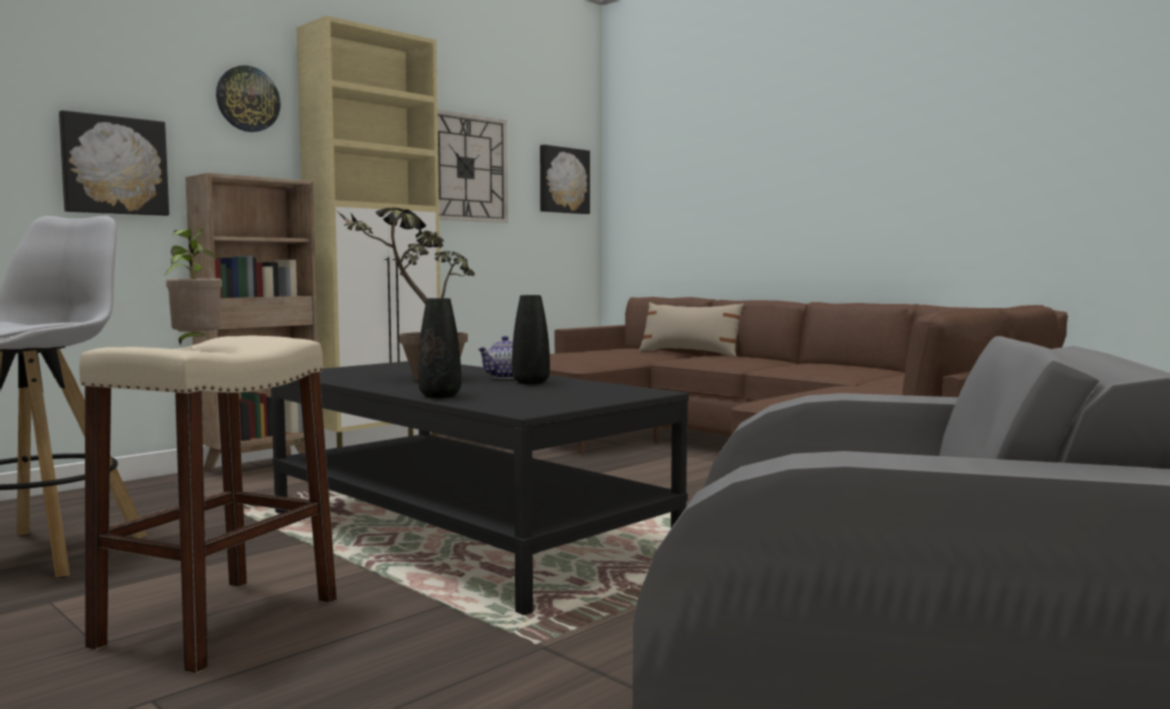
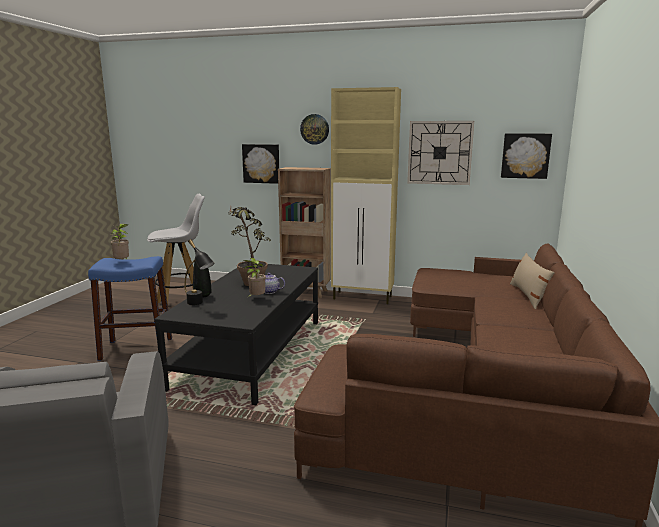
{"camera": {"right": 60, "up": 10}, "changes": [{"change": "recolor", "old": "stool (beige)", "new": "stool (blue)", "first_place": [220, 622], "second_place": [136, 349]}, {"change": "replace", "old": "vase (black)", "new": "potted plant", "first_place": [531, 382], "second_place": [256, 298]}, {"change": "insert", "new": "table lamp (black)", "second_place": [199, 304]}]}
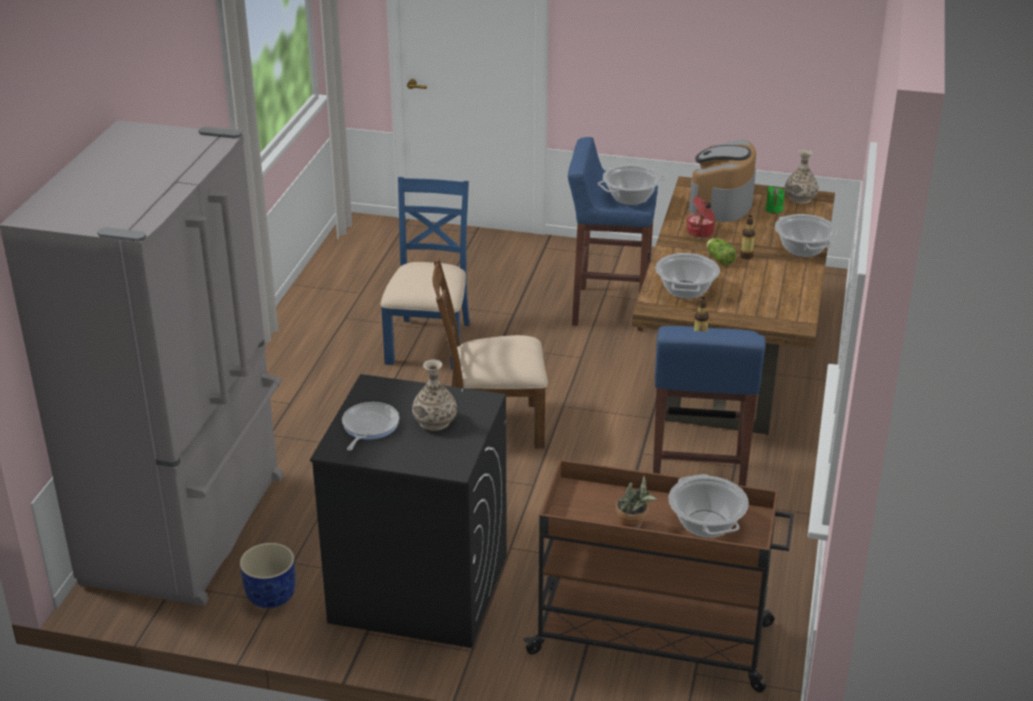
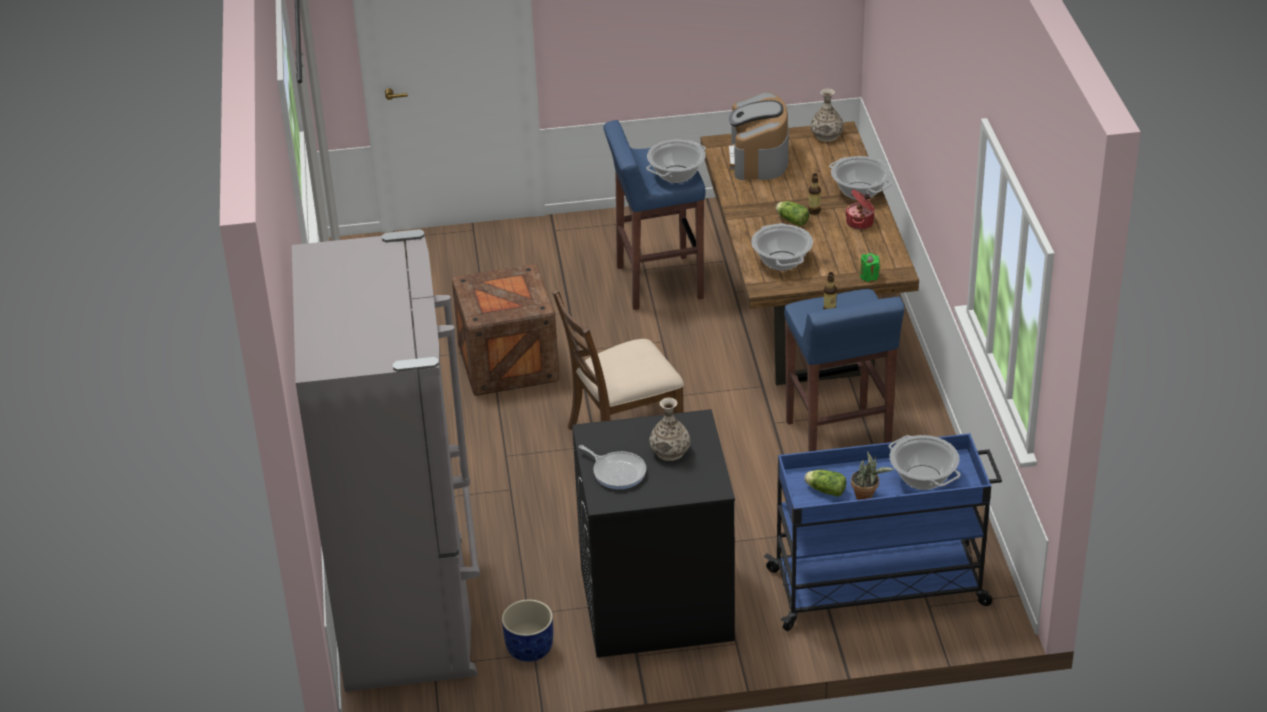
{"camera": {"right": -20, "up": 5}, "changes": [{"change": "rotate", "old": "frying pan", "first_place": [368, 427], "second_place": [617, 472], "degrees": 135}, {"change": "replace", "old": "chair (blue)", "new": "crate", "first_place": [430, 342], "second_place": [508, 364]}, {"change": "recolor", "old": "cart (brown)", "new": "cart (blue)", "first_place": [654, 639], "second_place": [880, 587]}, {"change": "move", "old": "cooking pot", "first_place": [700, 232], "second_place": [860, 222]}, {"change": "move", "old": "candle (green)", "first_place": [774, 210], "second_place": [869, 276]}, {"change": "insert", "new": "lettuce", "second_place": [824, 490]}]}
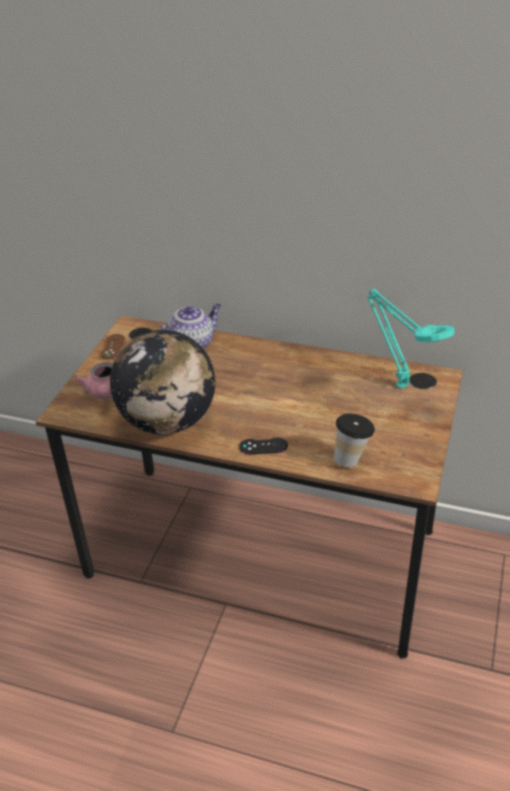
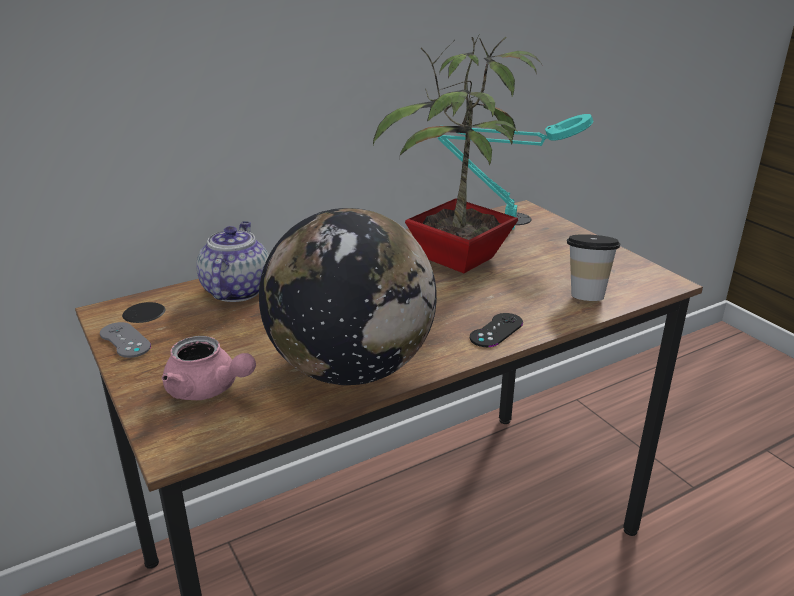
{"camera": {"right": -50, "up": -10}, "changes": [{"change": "recolor", "old": "game controller (brown)", "new": "game controller (grey)", "first_place": [112, 346], "second_place": [125, 340]}, {"change": "insert", "new": "potted plant", "second_place": [456, 261]}]}
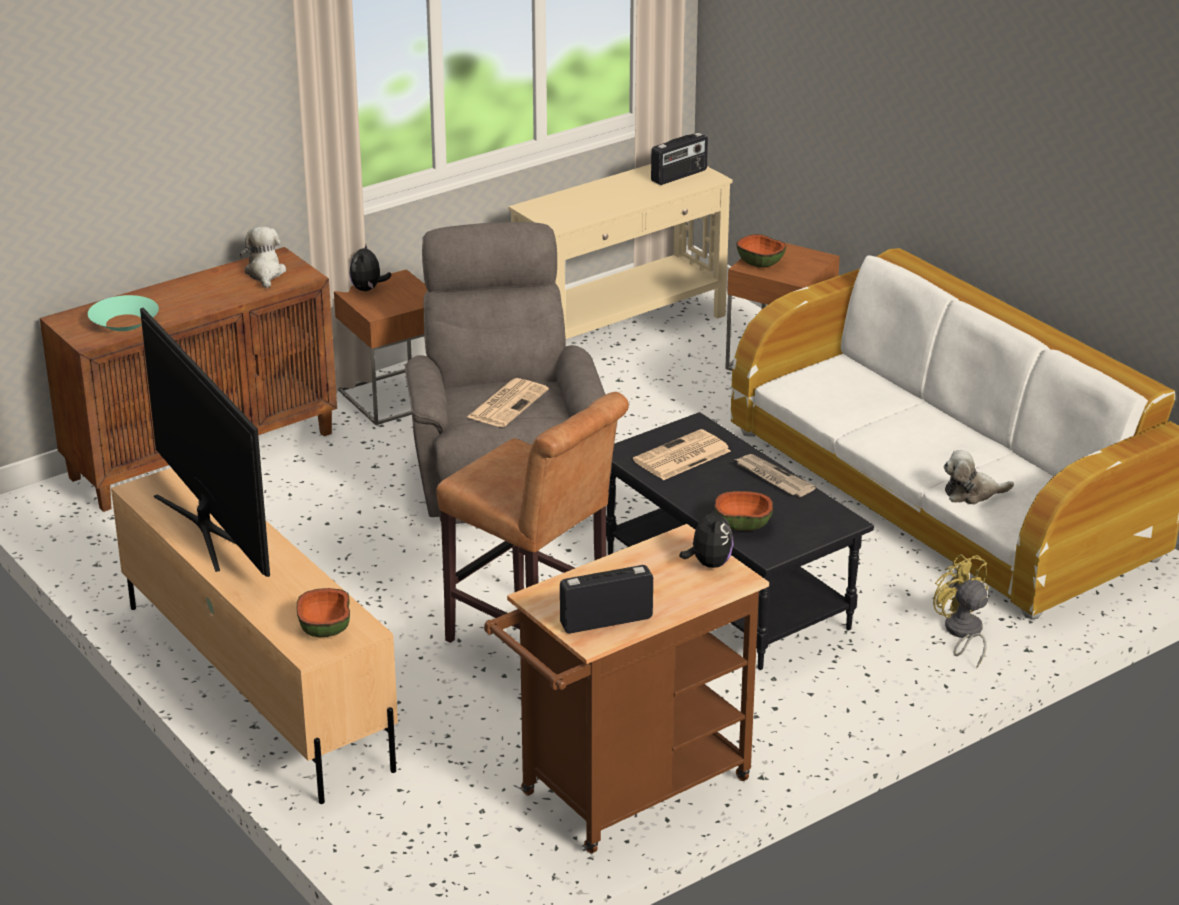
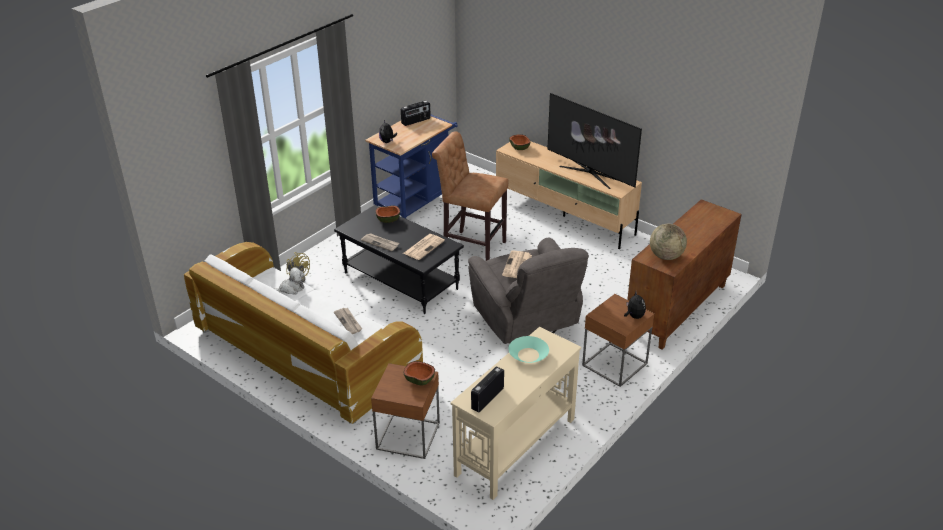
{"camera": {"right": 165, "up": 5}, "changes": [{"change": "move", "old": "bowl (turquoise)", "first_place": [124, 322], "second_place": [528, 354]}, {"change": "replace", "old": "plush toy", "new": "globe", "first_place": [265, 273], "second_place": [666, 256]}, {"change": "recolor", "old": "cart (brown)", "new": "cart (blue)", "first_place": [624, 794], "second_place": [416, 203]}, {"change": "insert", "new": "newspaper", "second_place": [348, 322]}]}
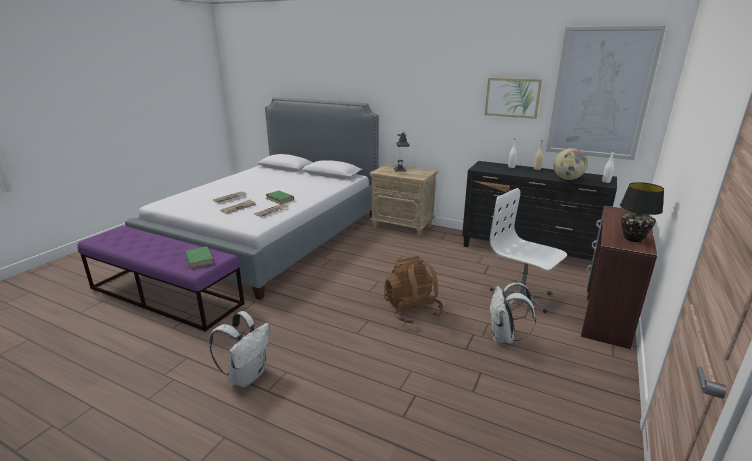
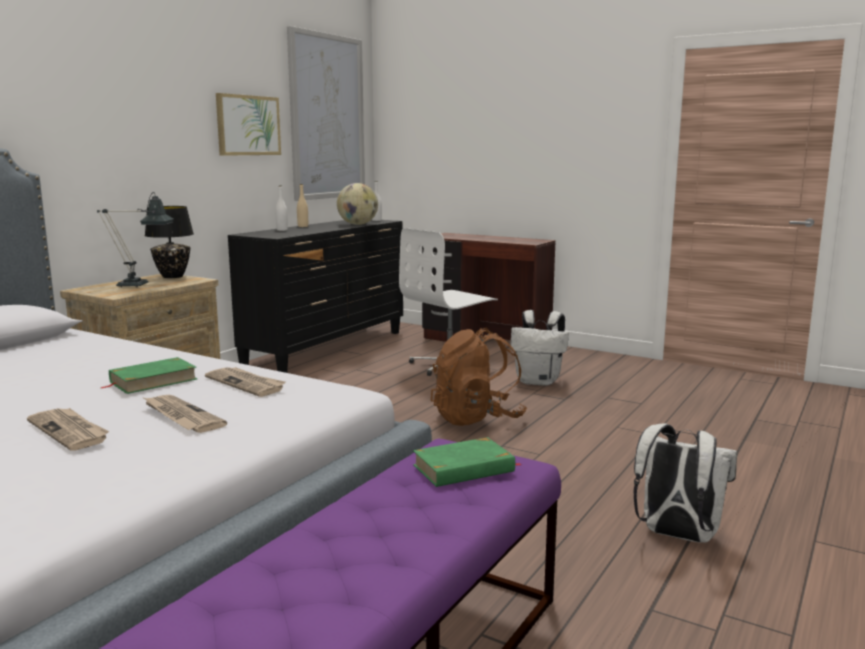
{"camera": {"right": -85, "up": -10}, "changes": [{"change": "move", "old": "table lamp (black)", "first_place": [633, 239], "second_place": [173, 276]}]}
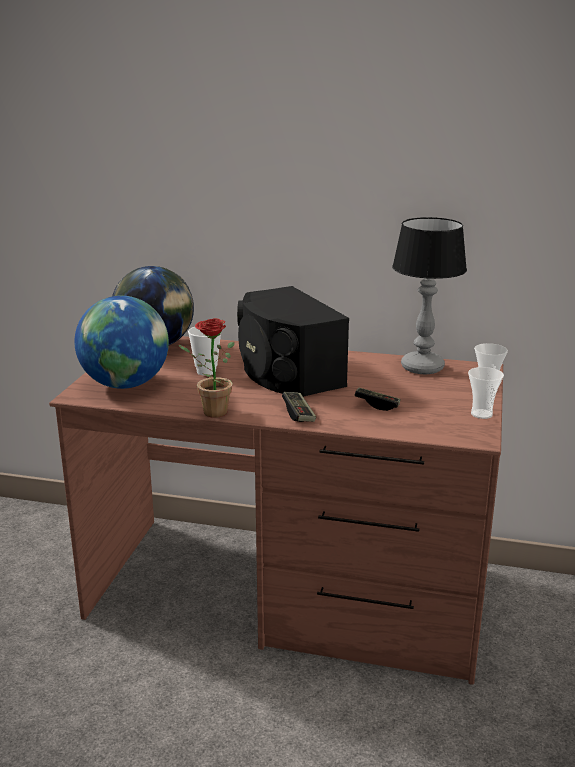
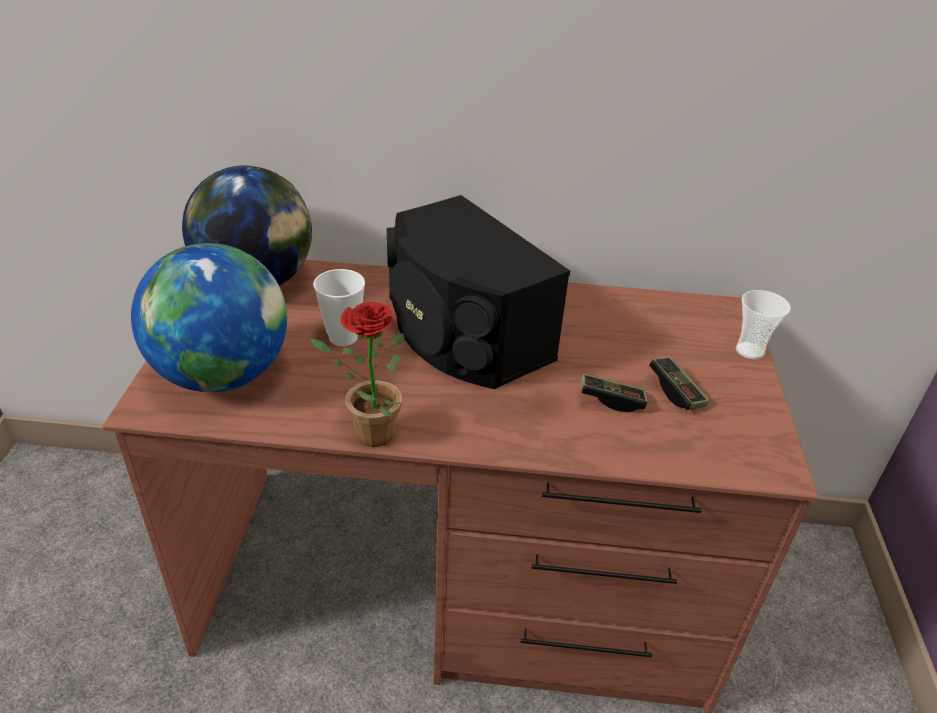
{"camera": {"right": -10, "up": 15}, "changes": [{"change": "move", "old": "game controller", "first_place": [298, 414], "second_place": [676, 391]}, {"change": "delete", "old": "table lamp", "first_place": [421, 367]}, {"change": "delete", "old": "cup", "first_place": [481, 414]}]}
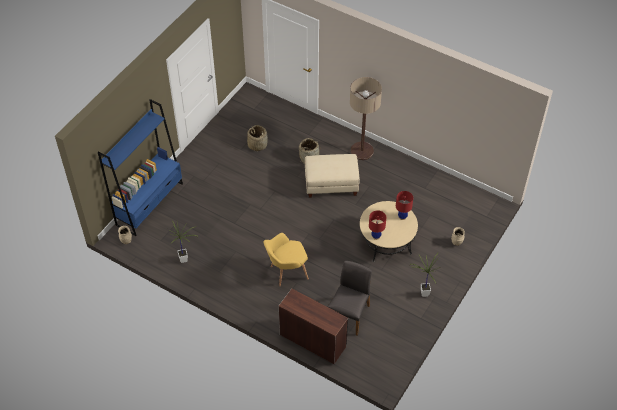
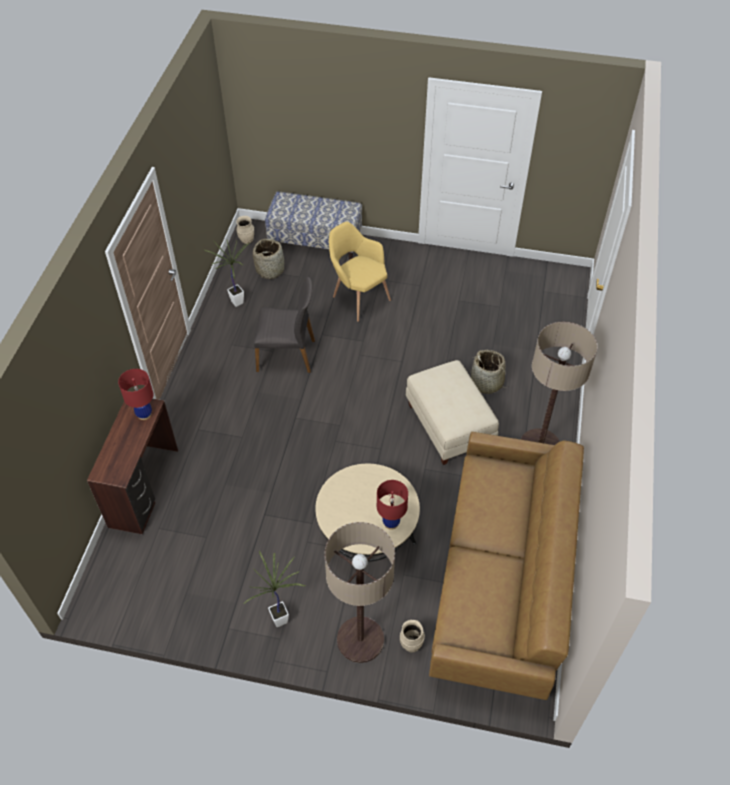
{"camera": {"right": 70, "up": 0}, "changes": [{"change": "replace", "old": "bookcase (blue)", "new": "bench", "first_place": [150, 204], "second_place": [315, 242]}, {"change": "move", "old": "basket", "first_place": [257, 144], "second_place": [270, 269]}, {"change": "move", "old": "armchair (yellow)", "first_place": [286, 272], "second_place": [358, 297]}, {"change": "move", "old": "chair (grey)", "first_place": [349, 314], "second_place": [287, 354]}, {"change": "move", "old": "table lamp (red)", "first_place": [376, 236], "second_place": [144, 414]}, {"change": "insert", "new": "floor lamp", "second_place": [360, 639]}, {"change": "insert", "new": "sofa (brown)", "second_place": [502, 579]}]}
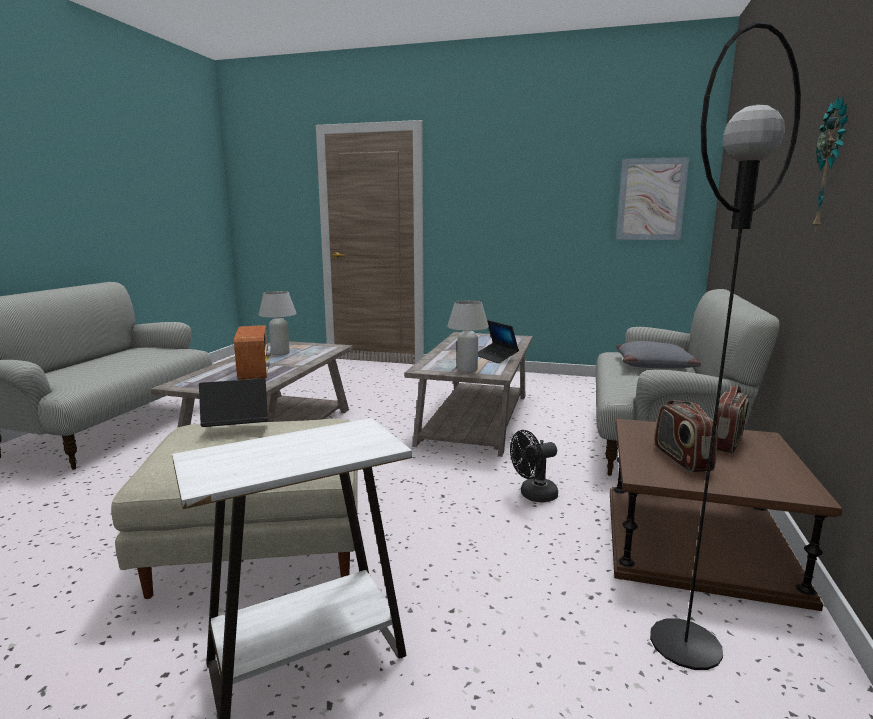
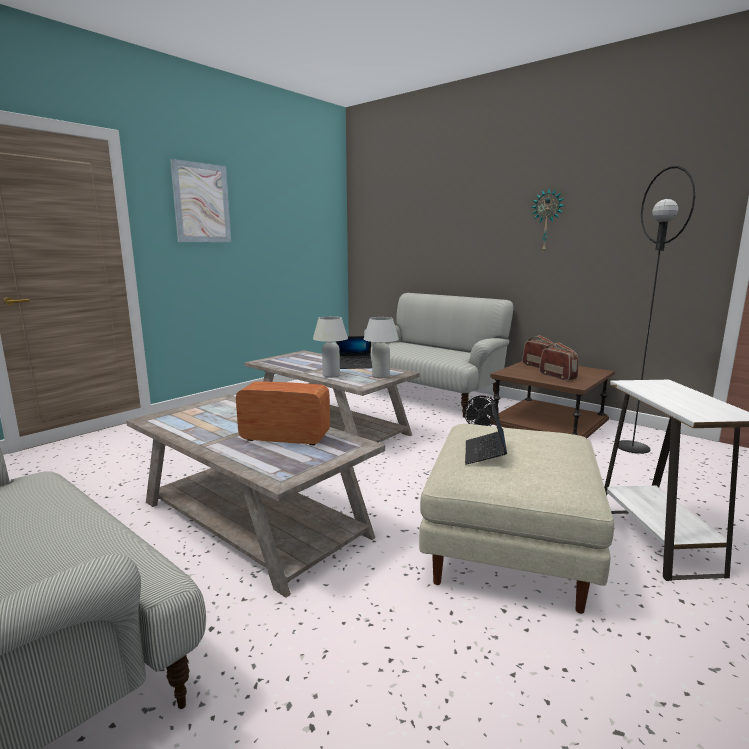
{"camera": {"right": -65, "up": 0}, "changes": [{"change": "move", "old": "table lamp (white)", "first_place": [280, 353], "second_place": [331, 375]}, {"change": "move", "old": "picture", "first_place": [651, 199], "second_place": [201, 203]}, {"change": "delete", "old": "pillow (grey)", "first_place": [655, 365]}, {"change": "rotate", "old": "radio", "first_place": [681, 459], "second_place": [557, 376], "degrees": -135}]}
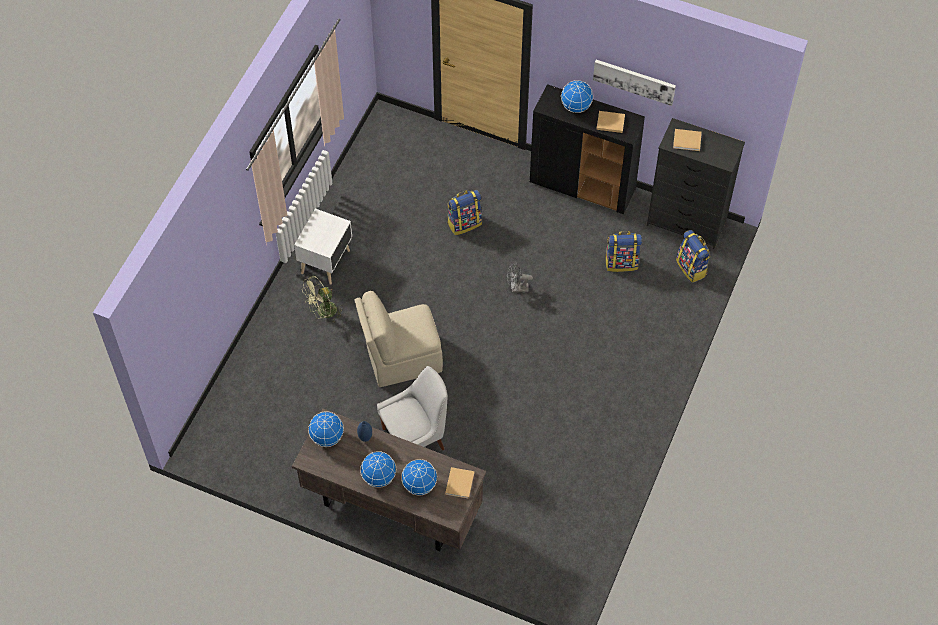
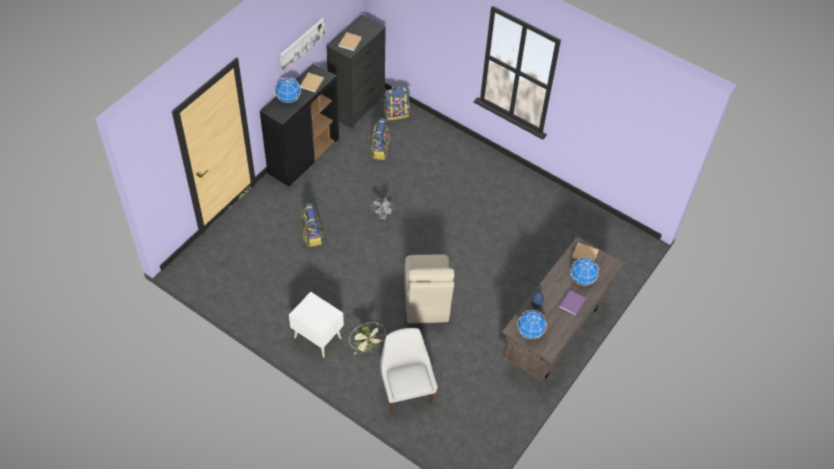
{"camera": {"right": -80, "up": -5}, "changes": [{"change": "replace", "old": "globe", "new": "book (purple)", "first_place": [378, 477], "second_place": [571, 303]}, {"change": "move", "old": "chair (white)", "first_place": [416, 438], "second_place": [406, 391]}]}
